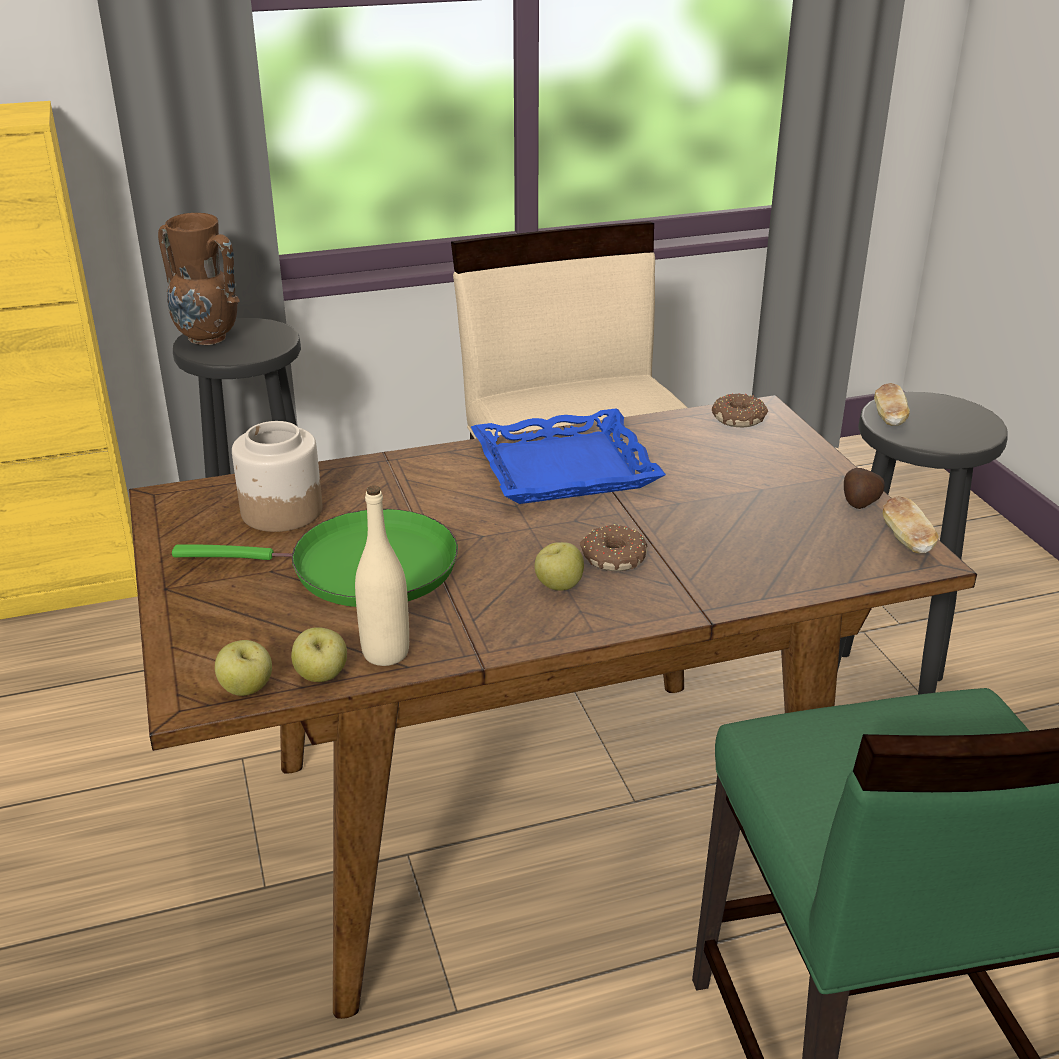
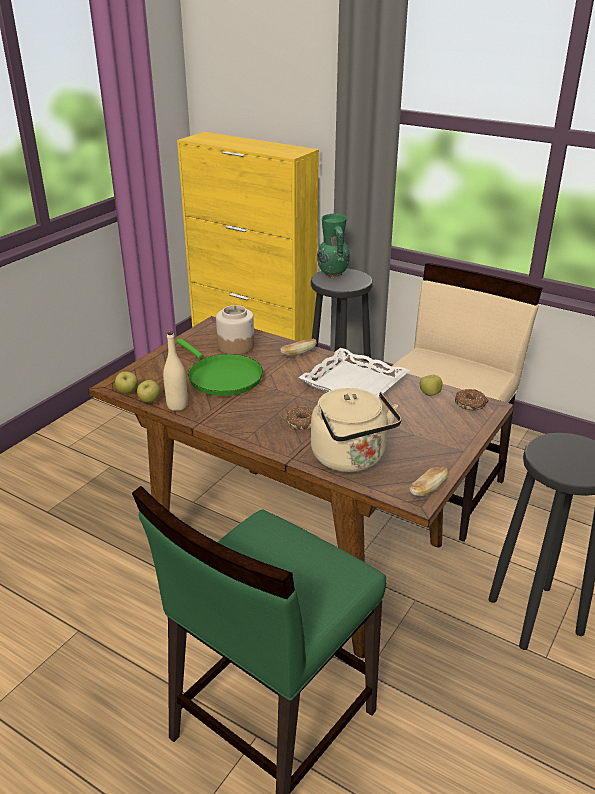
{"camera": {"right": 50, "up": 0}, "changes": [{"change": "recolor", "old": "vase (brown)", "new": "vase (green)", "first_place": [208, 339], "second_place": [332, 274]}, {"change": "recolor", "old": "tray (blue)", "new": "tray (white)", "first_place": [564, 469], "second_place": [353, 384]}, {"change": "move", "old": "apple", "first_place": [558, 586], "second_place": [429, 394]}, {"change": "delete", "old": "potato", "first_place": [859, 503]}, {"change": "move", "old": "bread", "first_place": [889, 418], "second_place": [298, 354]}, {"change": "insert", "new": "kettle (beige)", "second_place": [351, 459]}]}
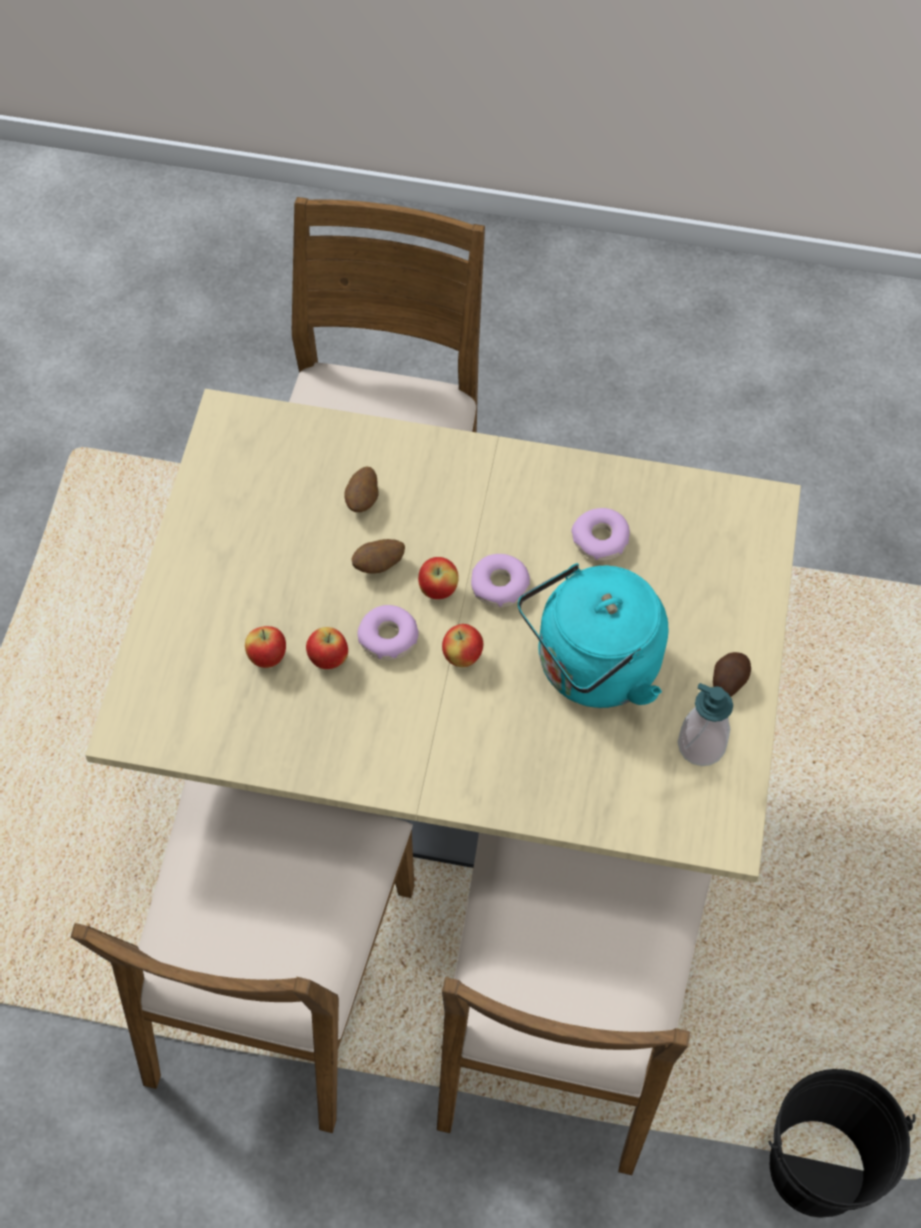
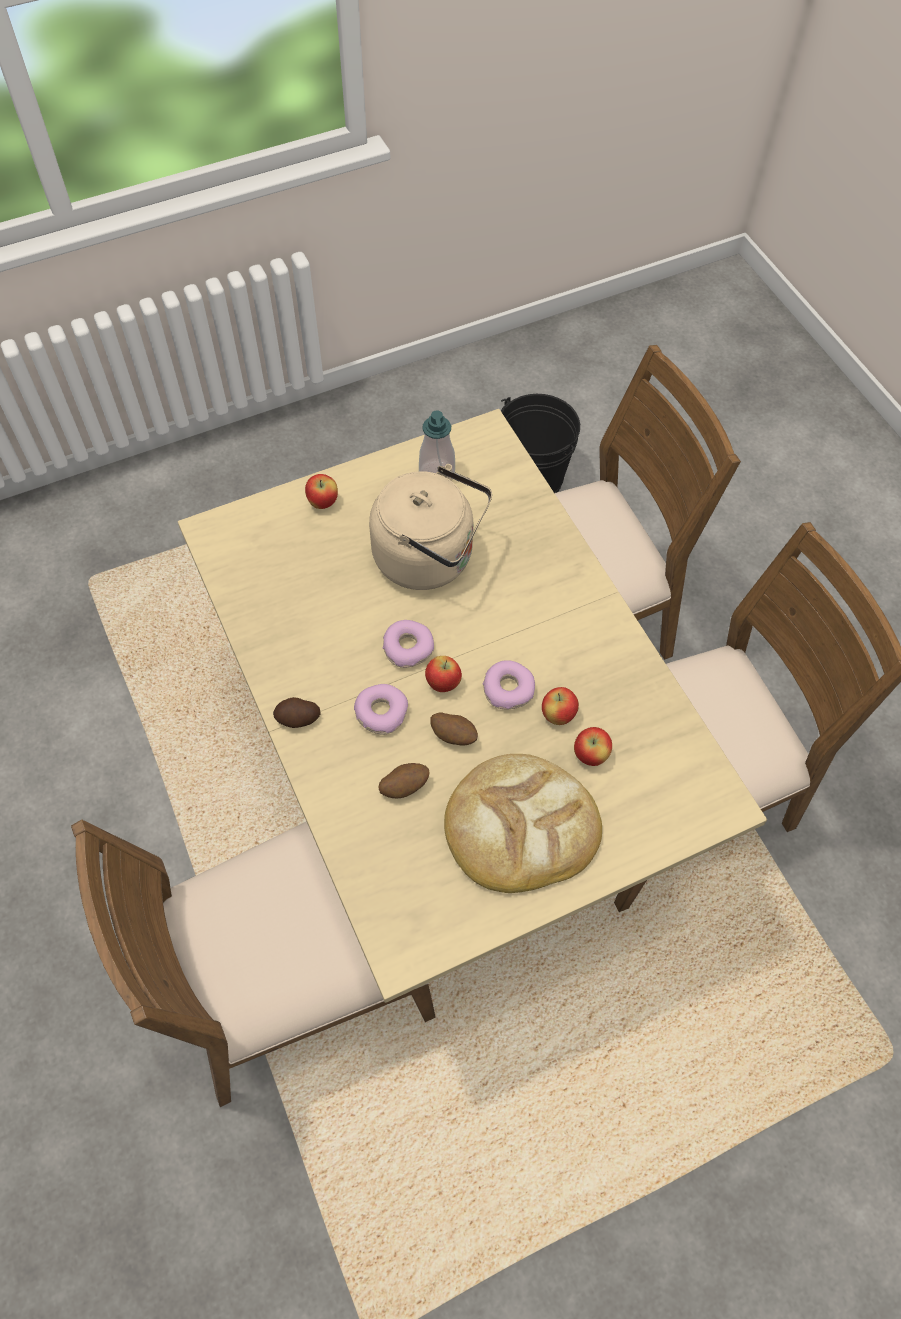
{"camera": {"right": -125, "up": 0}, "changes": [{"change": "move", "old": "apple", "first_place": [462, 657], "second_place": [323, 502]}, {"change": "recolor", "old": "kettle (turquoise)", "new": "kettle (beige)", "first_place": [591, 669], "second_place": [430, 558]}, {"change": "move", "old": "donut", "first_place": [600, 540], "second_place": [381, 712]}, {"change": "move", "old": "potato", "first_place": [728, 680], "second_place": [298, 719]}, {"change": "insert", "new": "bread", "second_place": [520, 826]}]}
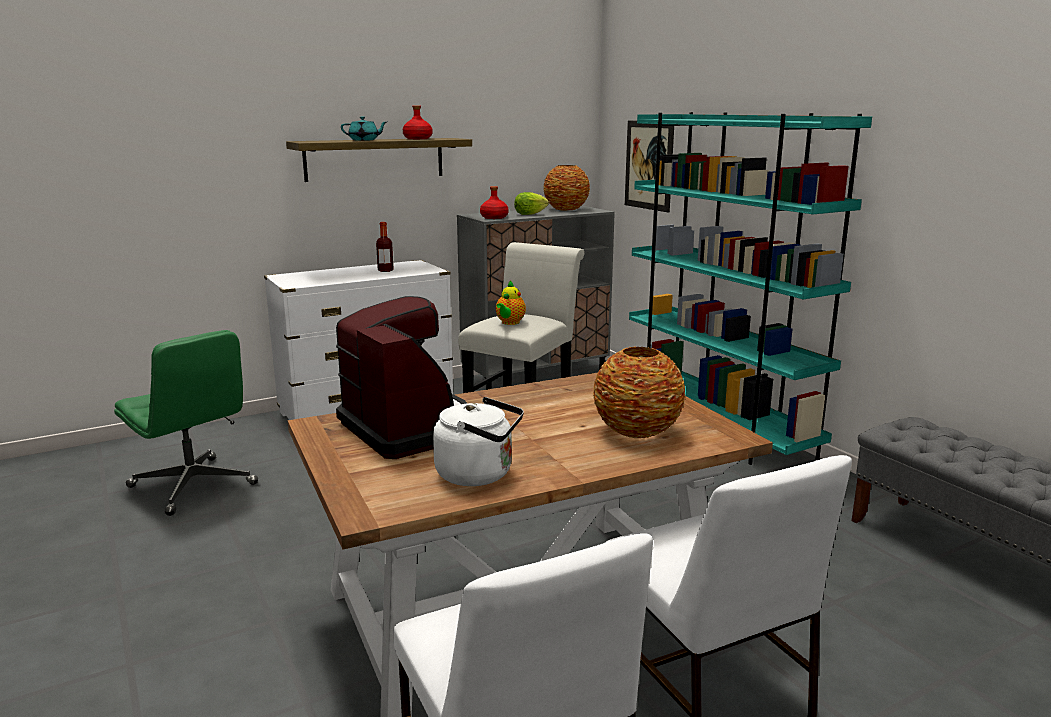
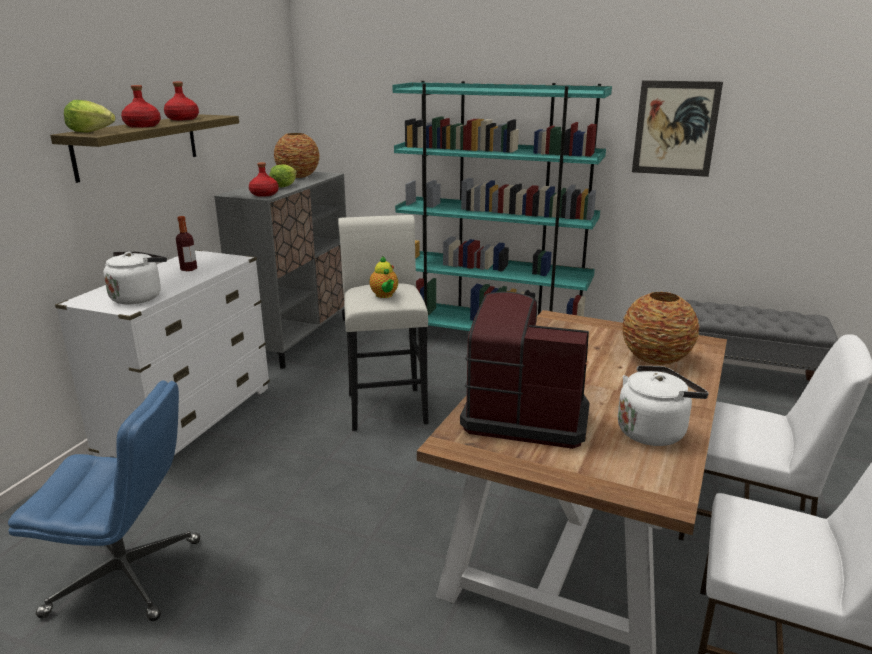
{"camera": {"right": -40, "up": 5}, "changes": [{"change": "recolor", "old": "office chair (green)", "new": "office chair (blue)", "first_place": [194, 486], "second_place": [127, 577]}, {"change": "replace", "old": "teapot (turquoise)", "new": "bottle (red)", "first_place": [364, 140], "second_place": [142, 126]}, {"change": "move", "old": "picture", "first_place": [648, 165], "second_place": [675, 128]}, {"change": "insert", "new": "lettuce", "second_place": [91, 132]}, {"change": "insert", "new": "kettle (white)", "second_place": [138, 297]}]}
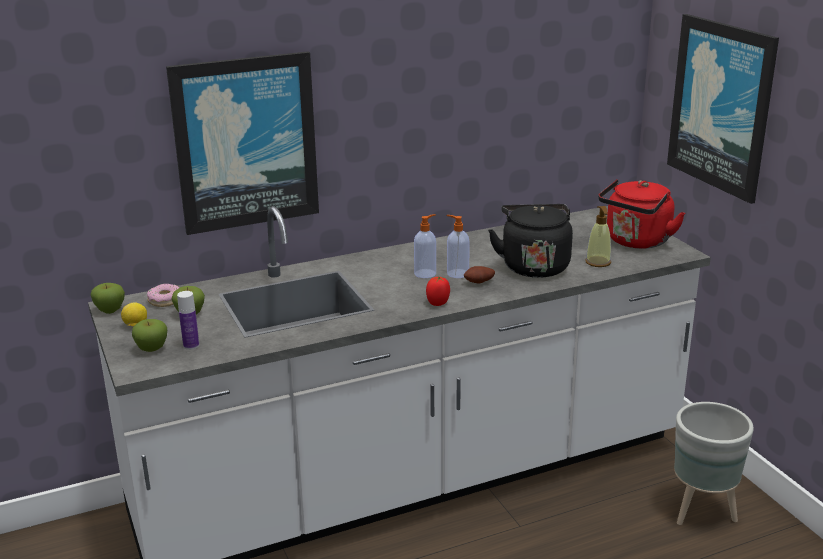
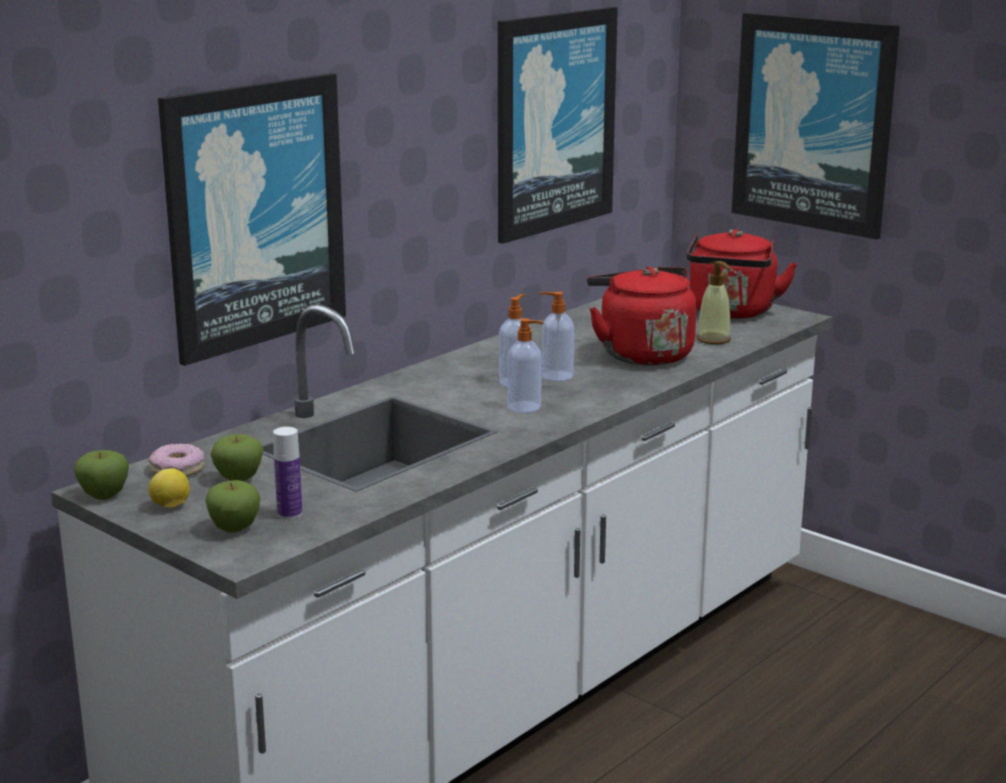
{"camera": {"right": -25, "up": -5}, "changes": [{"change": "delete", "old": "tomato", "first_place": [438, 303]}, {"change": "delete", "old": "potato", "first_place": [479, 283]}, {"change": "recolor", "old": "kettle (black)", "new": "kettle (red)", "first_place": [534, 266], "second_place": [641, 354]}, {"change": "delete", "old": "planter (grey)", "first_place": [700, 511]}, {"change": "insert", "new": "picture", "second_place": [553, 122]}, {"change": "insert", "new": "soap dispenser", "second_place": [525, 407]}]}
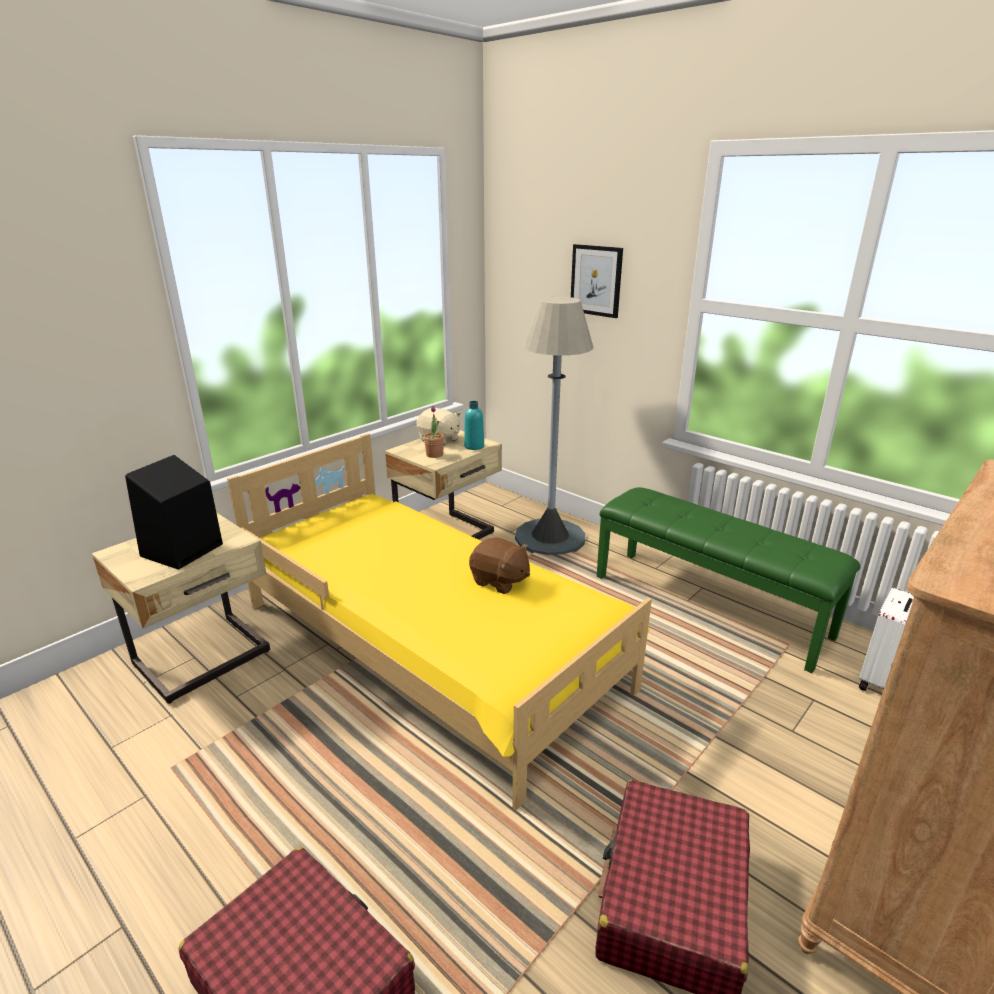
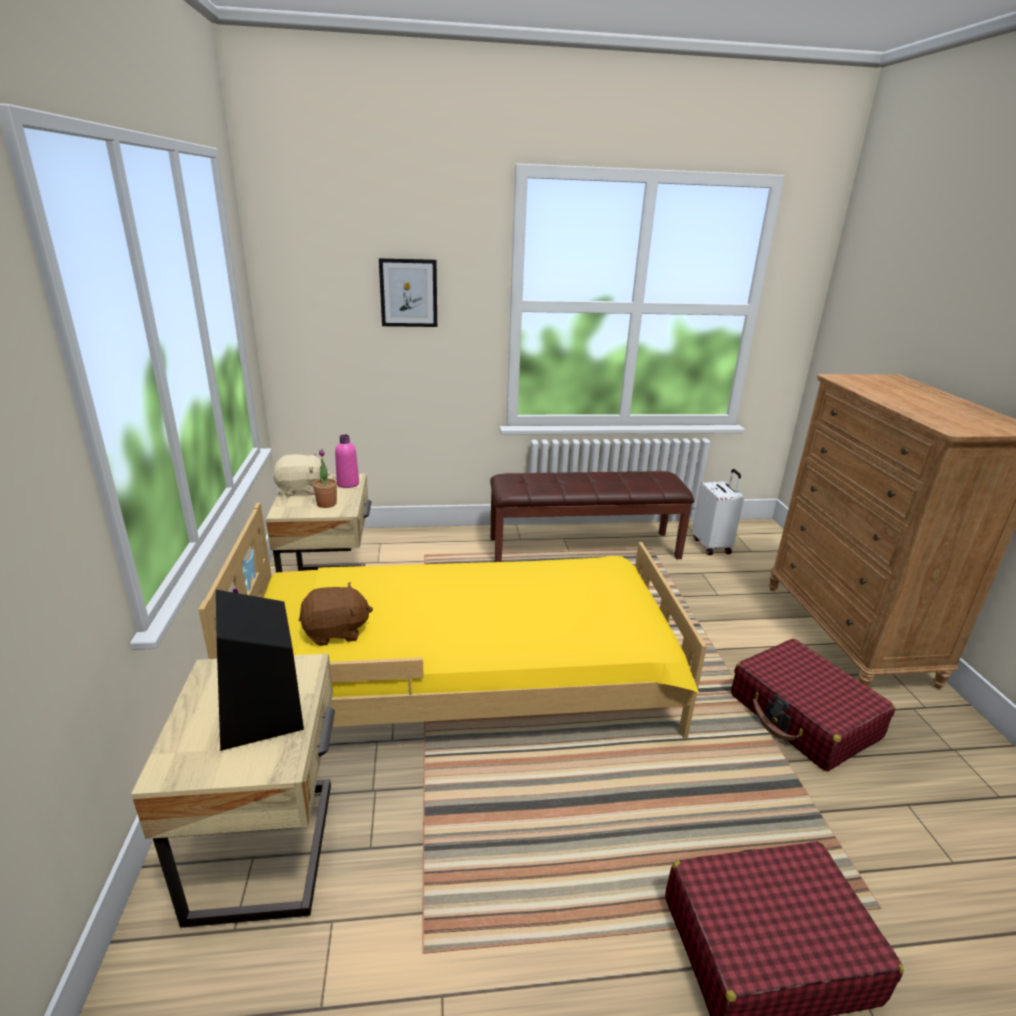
{"camera": {"right": -50, "up": 0}, "changes": [{"change": "recolor", "old": "bottle (turquoise)", "new": "bottle (pink)", "first_place": [474, 446], "second_place": [348, 484]}, {"change": "move", "old": "plush toy (brown)", "first_place": [499, 581], "second_place": [336, 632]}, {"change": "delete", "old": "floor lamp (grey)", "first_place": [549, 537]}, {"change": "recolor", "old": "bench (green)", "new": "bench (brown)", "first_place": [709, 605], "second_place": [584, 547]}]}
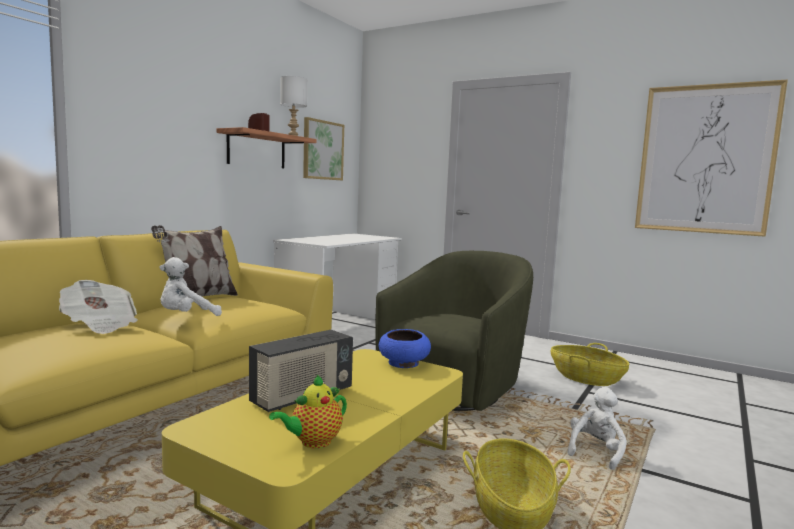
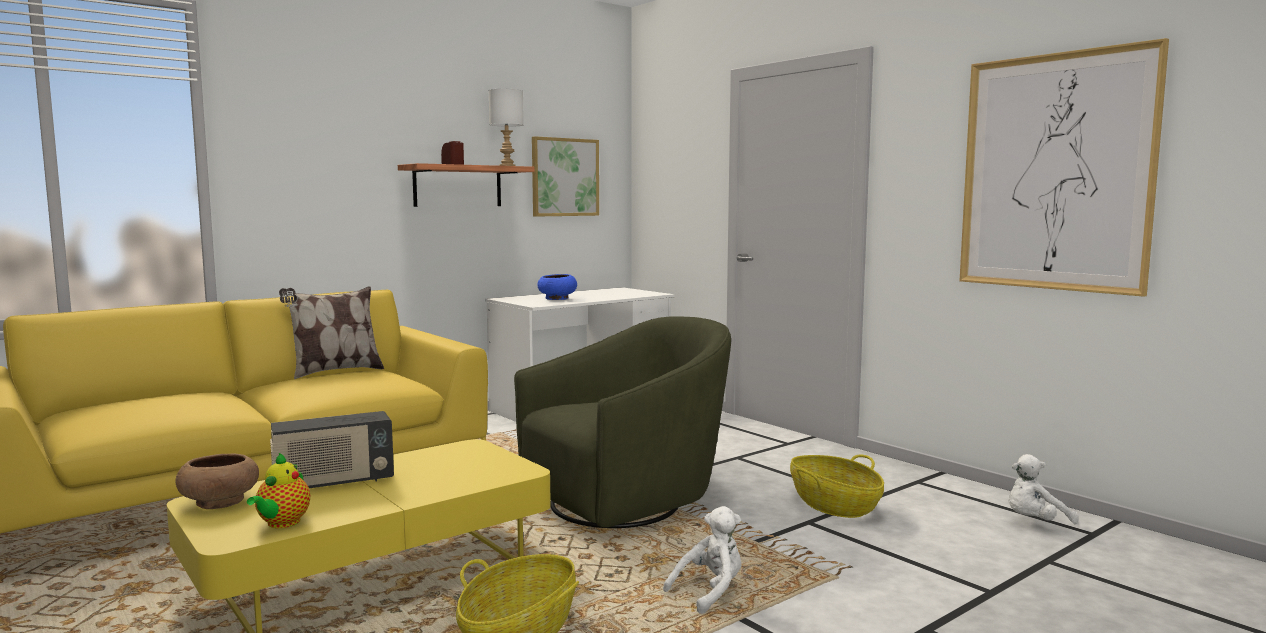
{"camera": {"right": 20, "up": 0}, "changes": [{"change": "delete", "old": "newspaper", "first_place": [100, 325]}, {"change": "move", "old": "plush toy (white)", "first_place": [186, 317], "second_place": [1034, 522]}, {"change": "rotate", "old": "teapot", "first_place": [313, 442], "second_place": [282, 523], "degrees": -60}, {"change": "move", "old": "bowl (blue)", "first_place": [404, 364], "second_place": [557, 299]}, {"change": "insert", "new": "bowl (brown)", "second_place": [219, 502]}]}
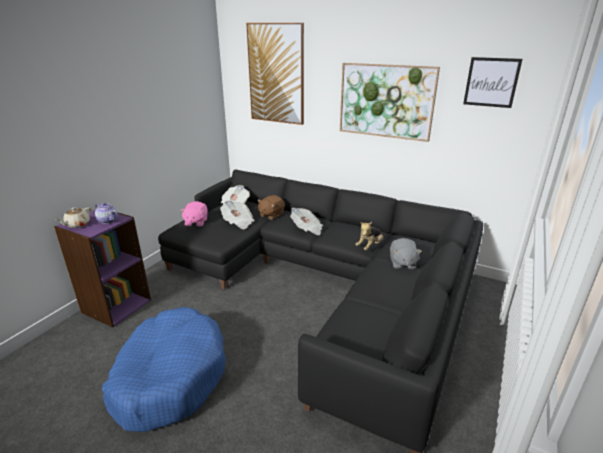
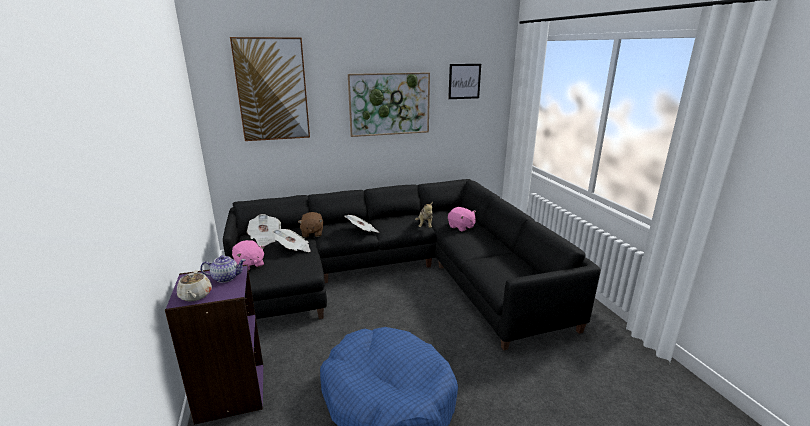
{"camera": {"right": -45, "up": -5}, "changes": [{"change": "recolor", "old": "plush toy (grey)", "new": "plush toy (pink)", "first_place": [402, 263], "second_place": [461, 227]}]}
